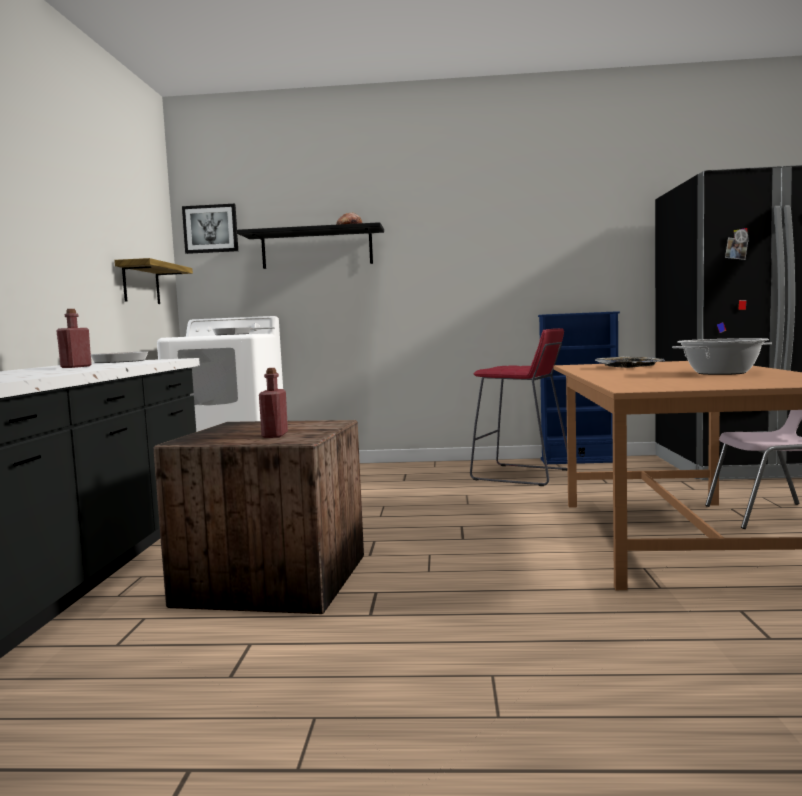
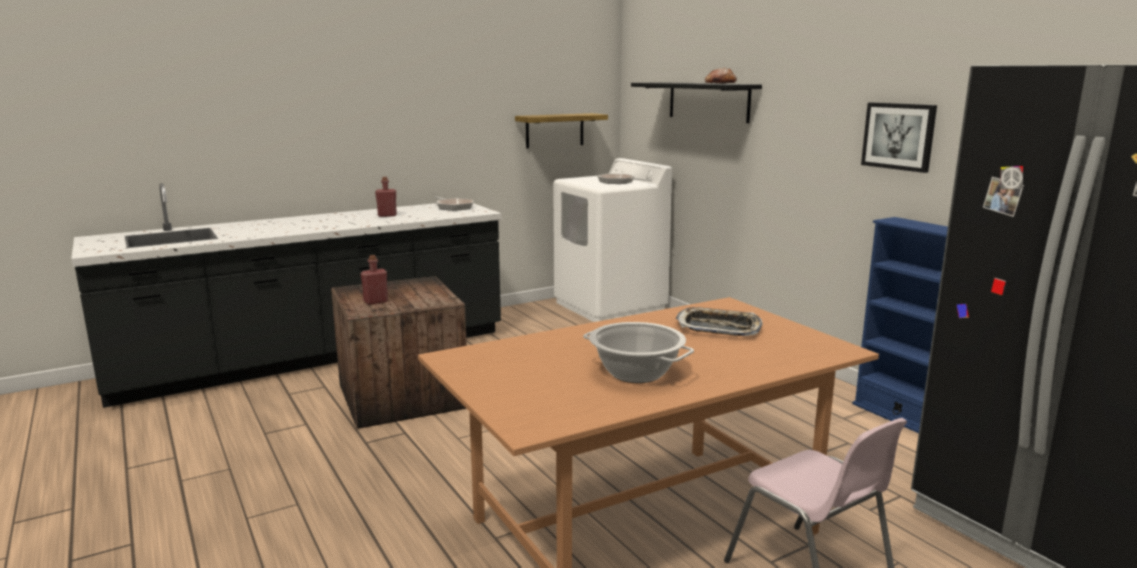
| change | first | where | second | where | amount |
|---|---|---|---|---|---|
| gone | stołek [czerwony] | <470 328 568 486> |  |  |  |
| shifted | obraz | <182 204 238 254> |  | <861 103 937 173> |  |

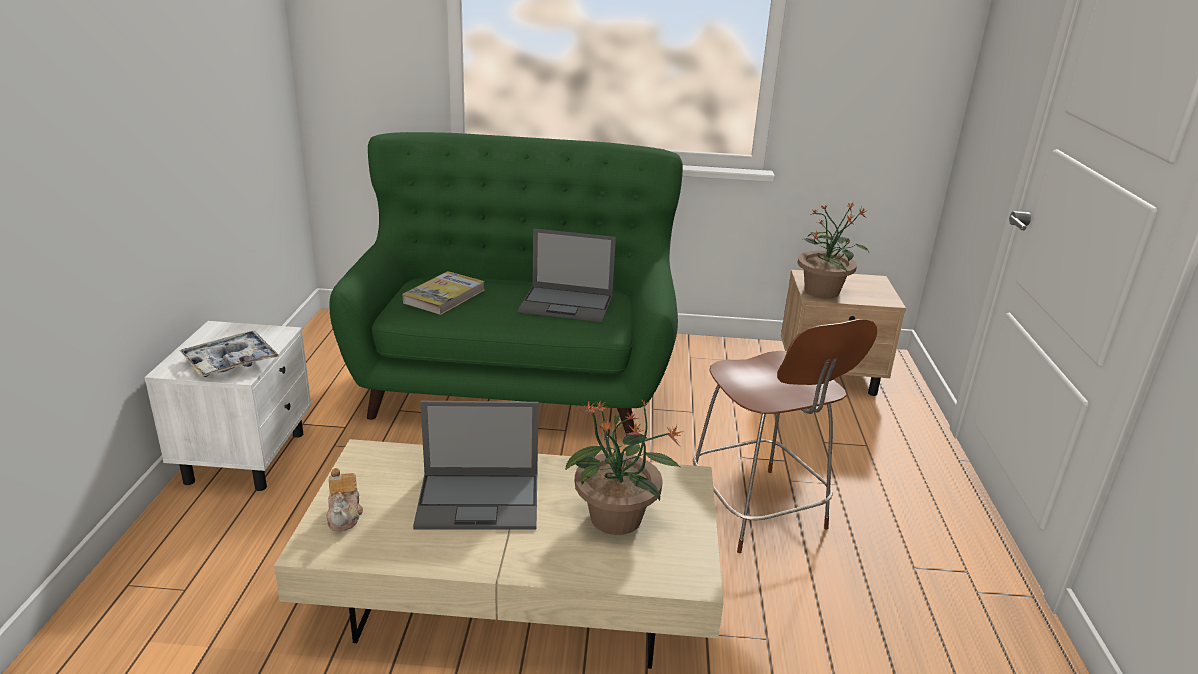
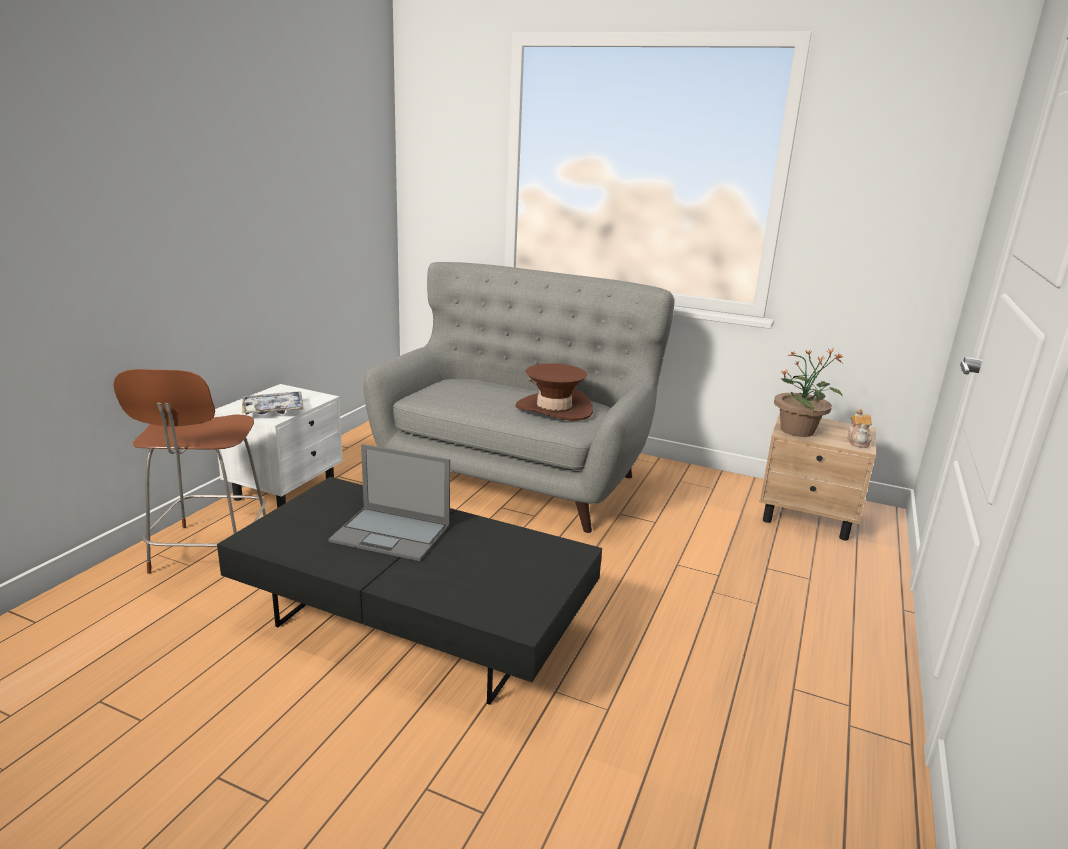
| change | first | where | second | where | amount |
|---|---|---|---|---|---|
| gone | książka | <402 271 485 315> |  |  |  |
| gone | roślina doniczkowa | <565 400 681 535> |  |  |  |
| shifted | imbryk | <326 468 363 531> |  | <847 409 872 448> |  |
| shifted | stołek [brązowy] | <693 319 877 553> |  | <113 369 266 574> |  |
| swapped | laptop | <518 229 616 322> | kapelusz [brązowy] | <515 363 593 421> |  |
| repainted | ława [beżowy] | <274 439 724 669> | ława [czarny] | <217 477 602 705> |  |
| repainted | kanapa [zielony] | <329 132 683 433> | kanapa [szary] | <364 262 674 533> |  |

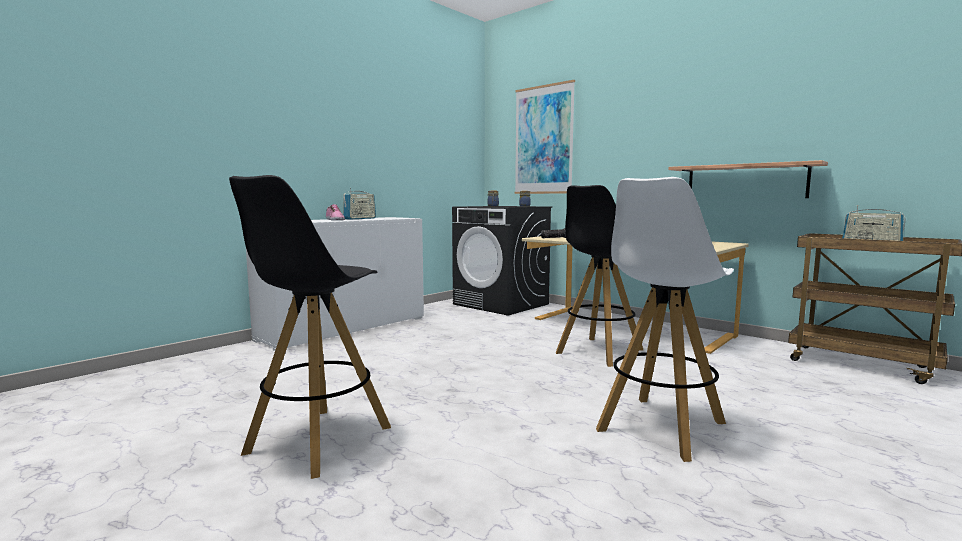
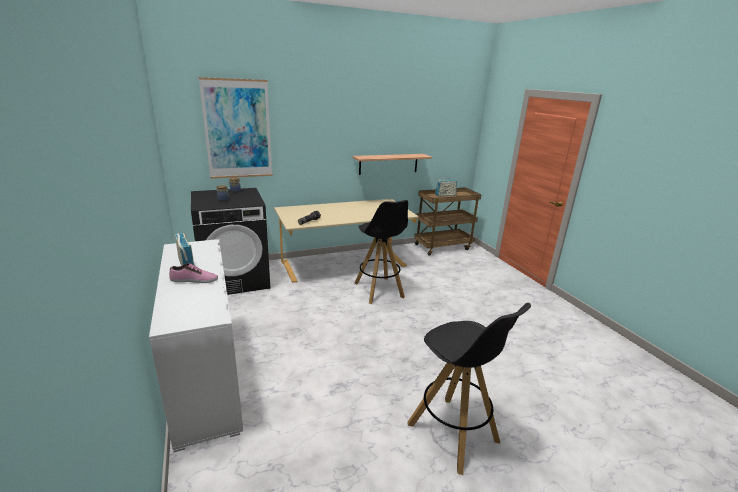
| change | first | where | second | where | amount |
|---|---|---|---|---|---|
| gone | stołek [biały] | <596 177 734 462> |  |  |  |

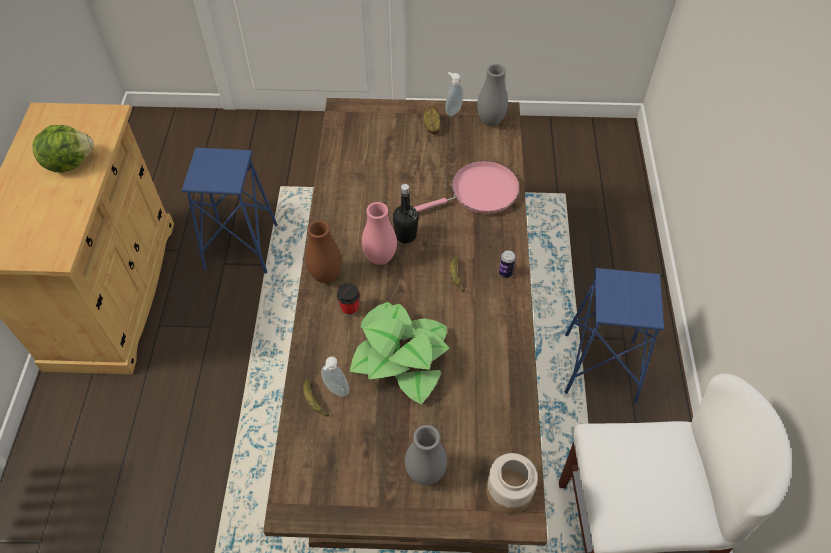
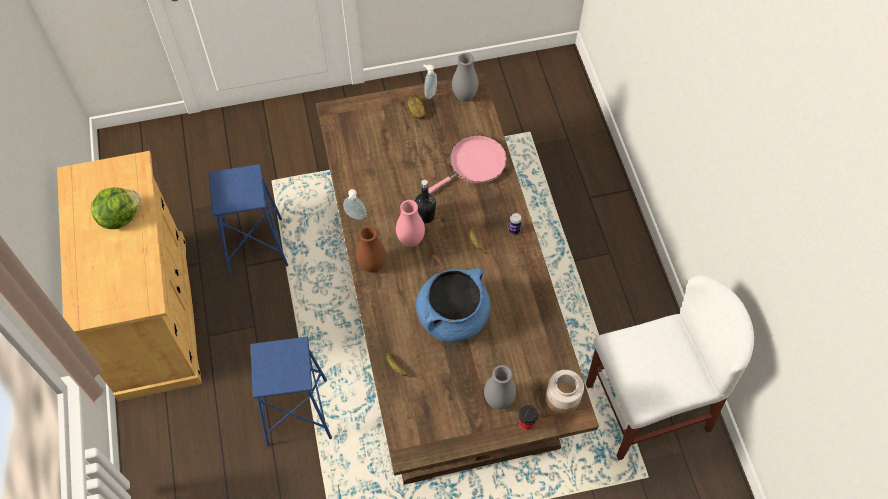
| change | first | where | second | where | amount |
|---|---|---|---|---|---|
| shifted | dozownik mydła | <321 356 349 397> |  | <343 189 366 220> |  |
| shifted | filiżanka | <337 283 360 316> |  | <518 405 538 430> |  |
| shifted | stołek [niebieski] | <565 268 664 403> |  | <250 337 332 447> |  |
| swapped | roślina doniczkowa | <350 302 449 404> | garnek [niebieski] | <416 268 490 343> |  |

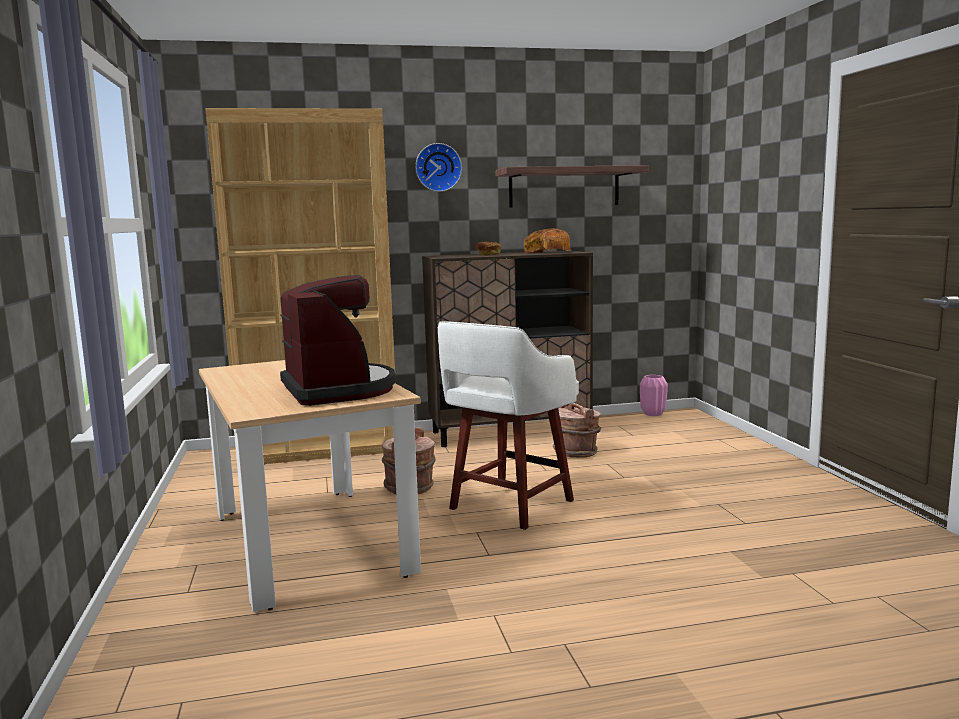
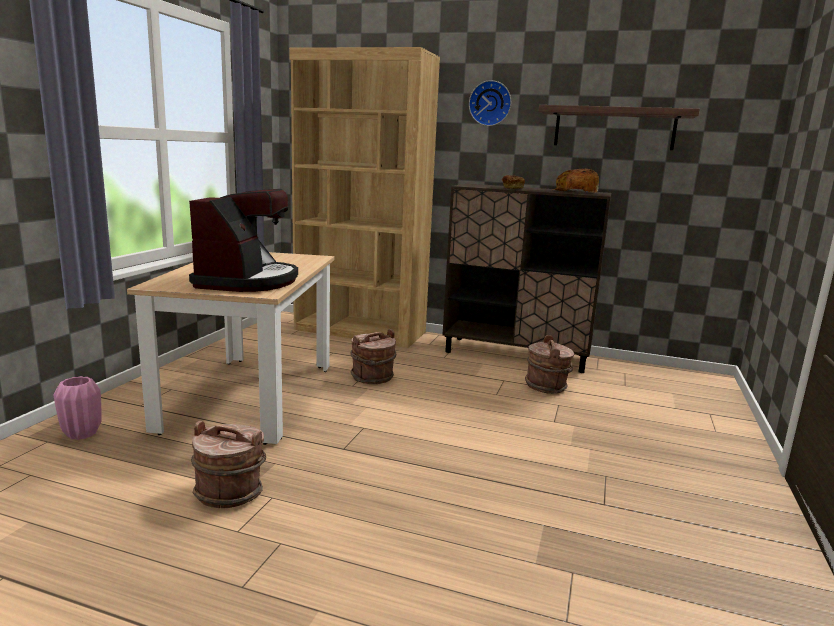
| change | first | where | second | where | amount |
|---|---|---|---|---|---|
| gone | stołek [biały] | <438 321 579 530> |  |  |  |
| new |  |  | wiadro [brązowy] | <191 421 266 508> |  |
| shifted | wazon [różowy] | <640 375 668 416> |  | <54 376 102 440> |  |

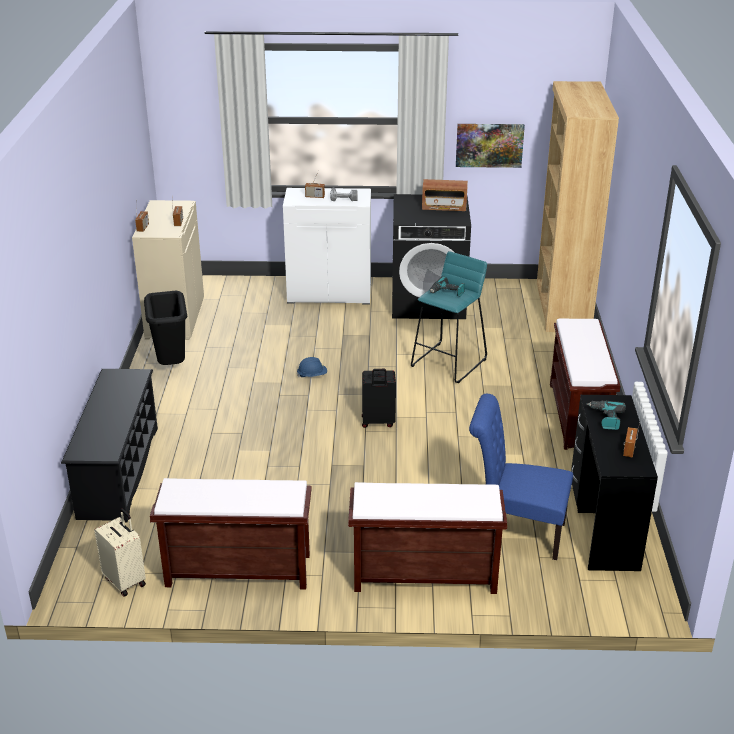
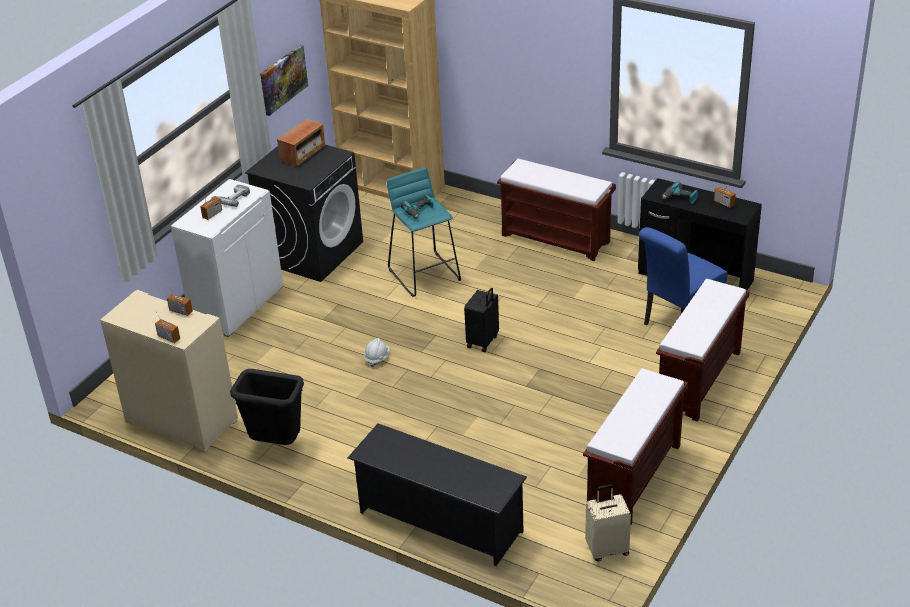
| change | first | where | second | where | amount |
|---|---|---|---|---|---|
| repainted | kask [niebieski] | <297 357 327 378> | kask [biały] | <364 338 390 367> |  |

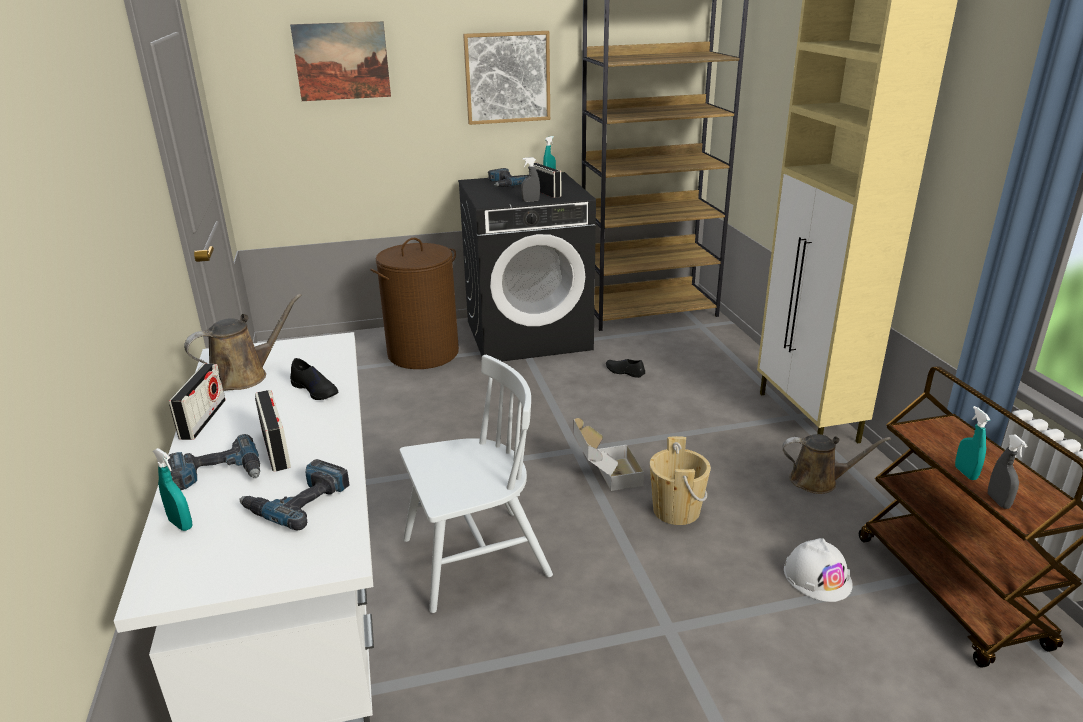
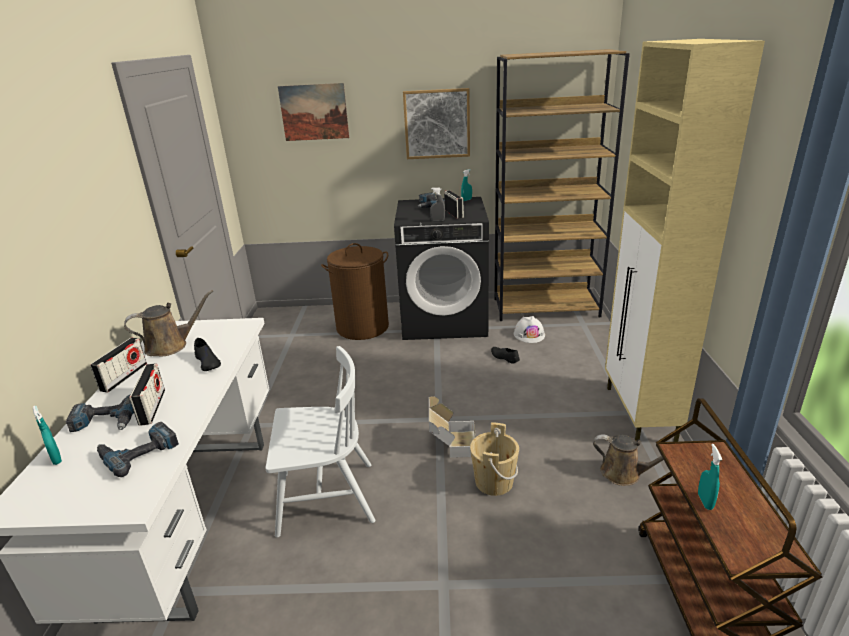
| change | first | where | second | where | amount |
|---|---|---|---|---|---|
| gone | spryskiwacz [szary] | <988 434 1028 509> |  |  |  |
| shifted | kask [biały] | <784 538 853 602> |  | <514 316 545 343> |  |

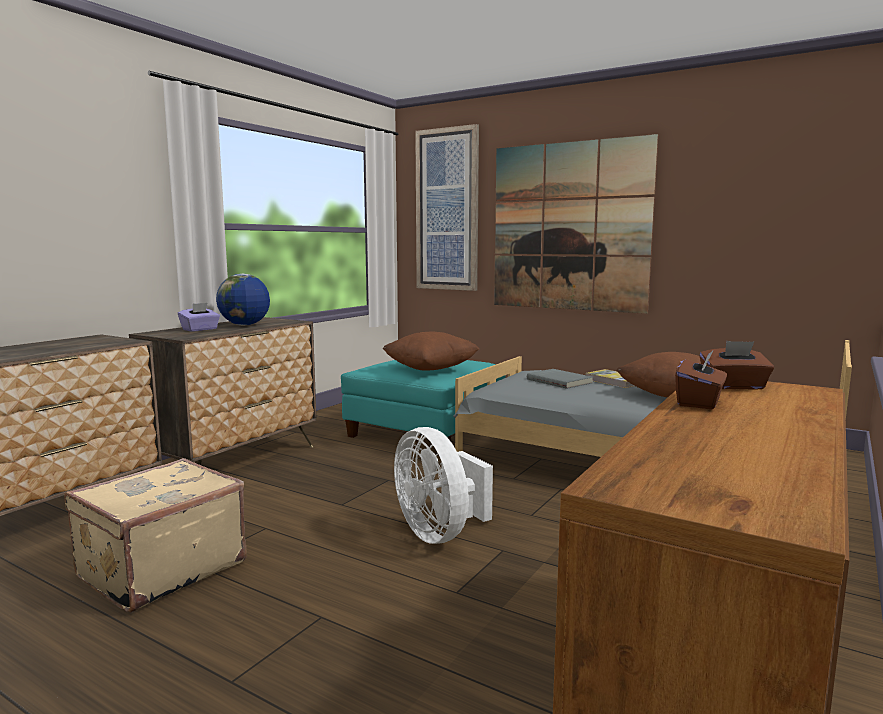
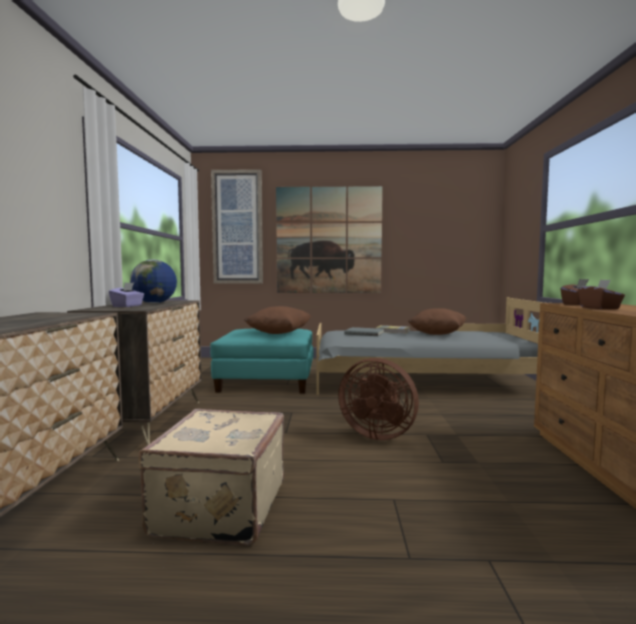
| change | first | where | second | where | amount |
|---|---|---|---|---|---|
| repainted | wentylator [biały] | <394 427 493 544> | wentylator [brązowy] | <338 358 419 440> |  |

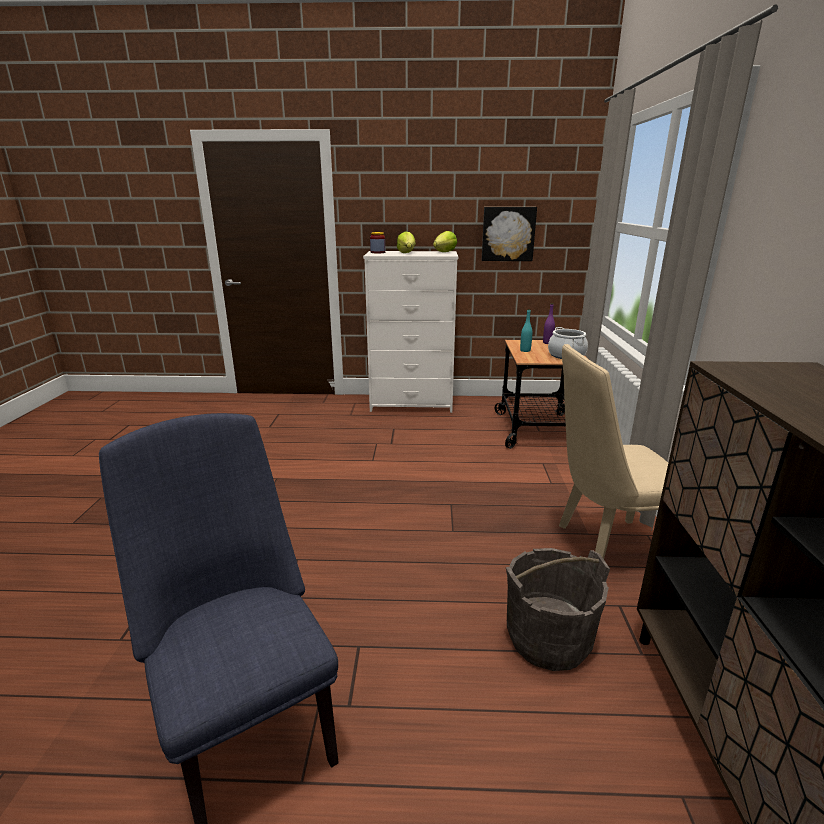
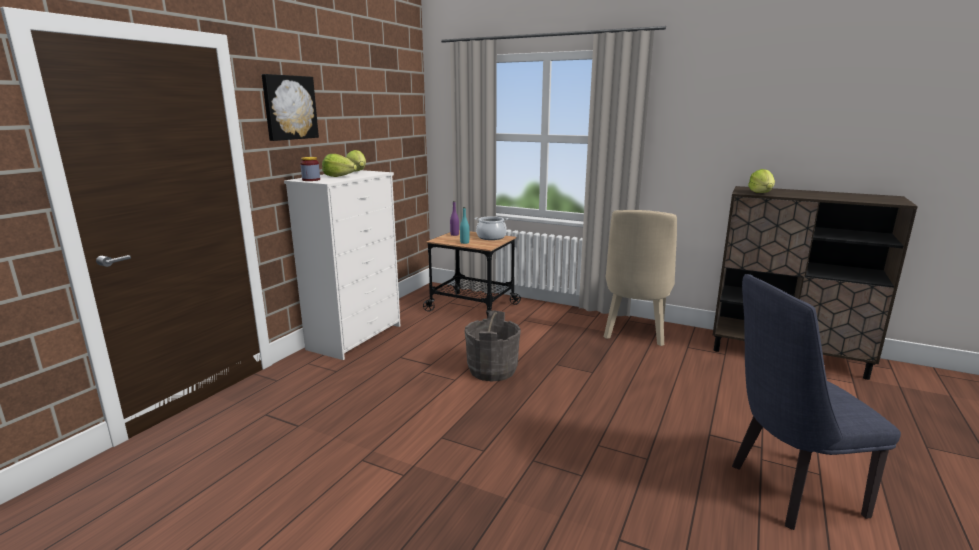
| change | first | where | second | where | amount |
|---|---|---|---|---|---|
| new |  |  | sałata | <748 169 775 193> |  |
| shifted | obraz | <482 207 537 261> |  | <262 74 319 141> |  |
| shifted | wiadro [szary] | <506 548 610 671> |  | <464 310 521 382> |  |

